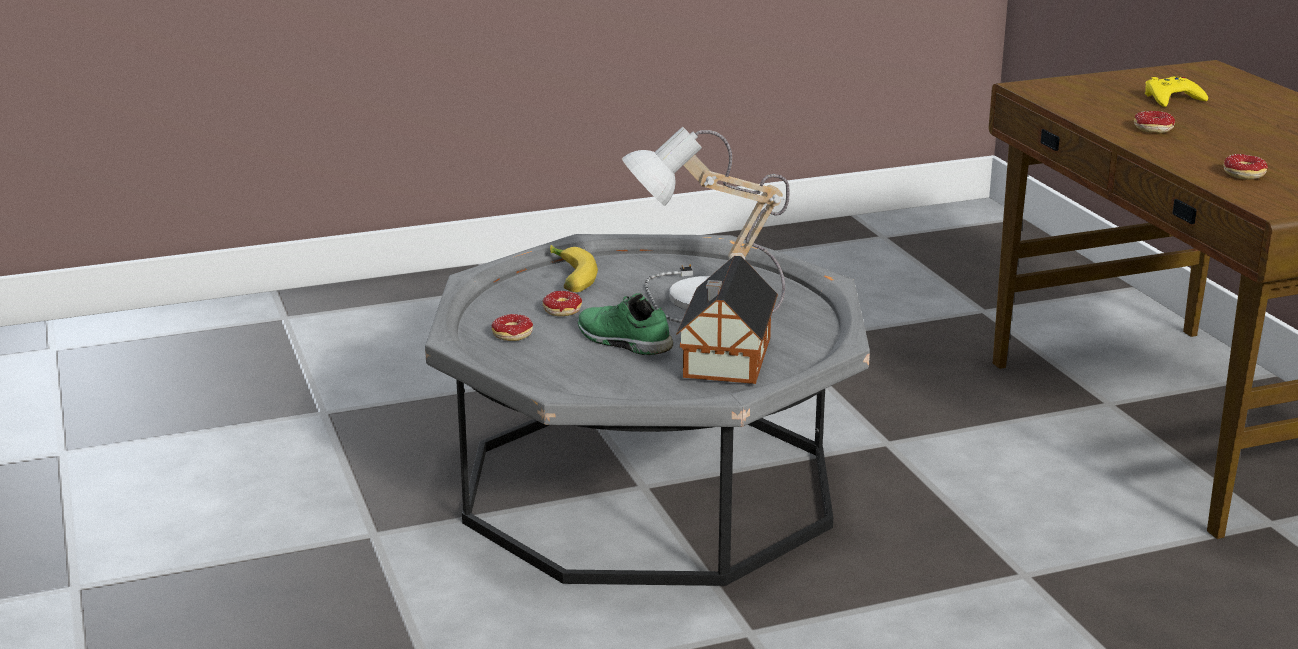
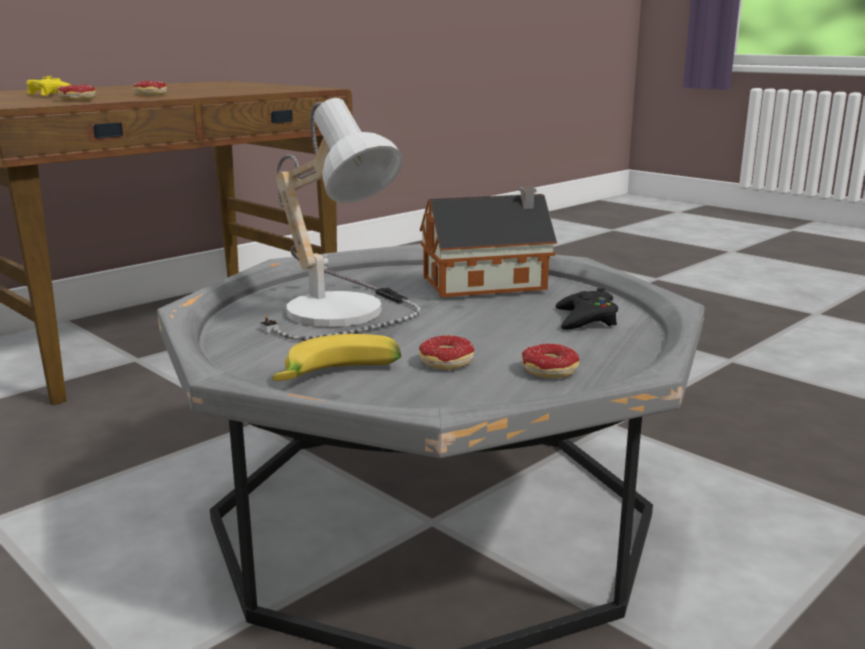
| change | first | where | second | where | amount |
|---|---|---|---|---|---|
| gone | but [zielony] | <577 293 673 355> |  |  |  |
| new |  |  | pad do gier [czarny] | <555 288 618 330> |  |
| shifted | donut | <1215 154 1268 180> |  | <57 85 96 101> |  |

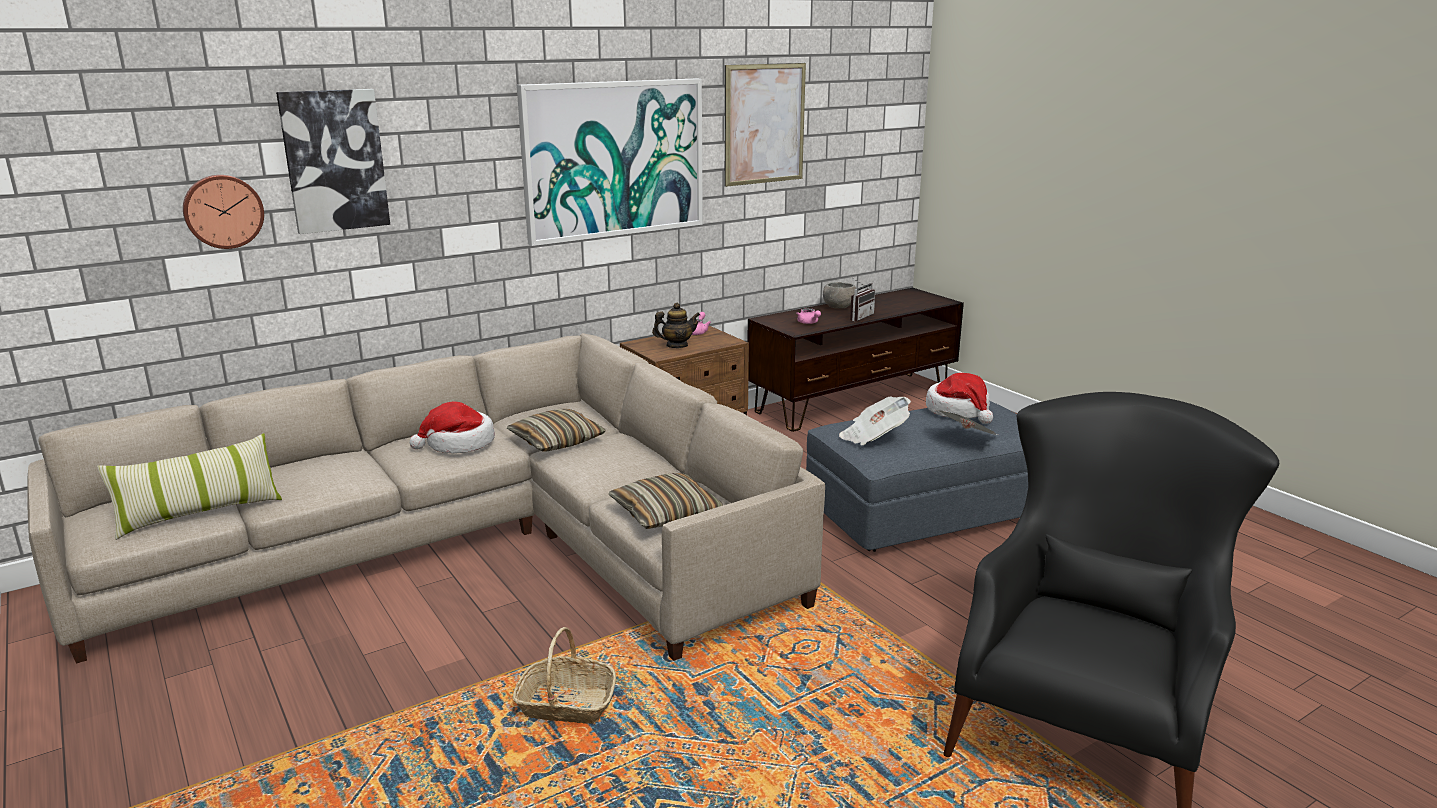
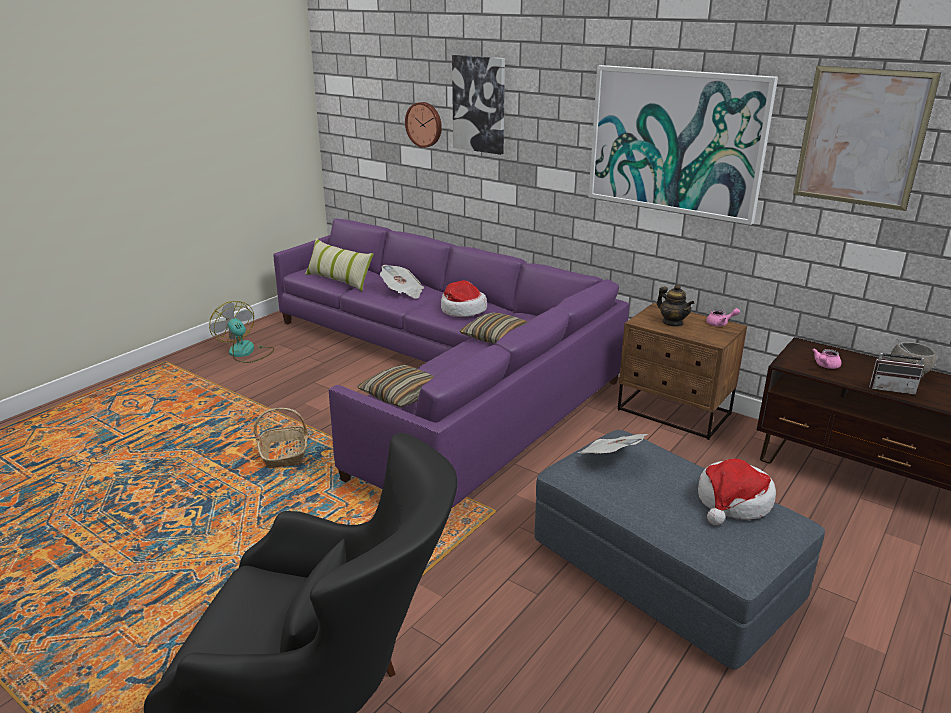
| change | first | where | second | where | amount |
|---|---|---|---|---|---|
| new |  |  | wentylator | <209 301 274 363> |  |
| shifted | gazeta | <937 410 999 435> |  | <380 265 424 299> |  |
| repainted | kanapa [beżowy] | <28 333 825 664> | kanapa [fioletowy] | <273 218 630 508> |  |

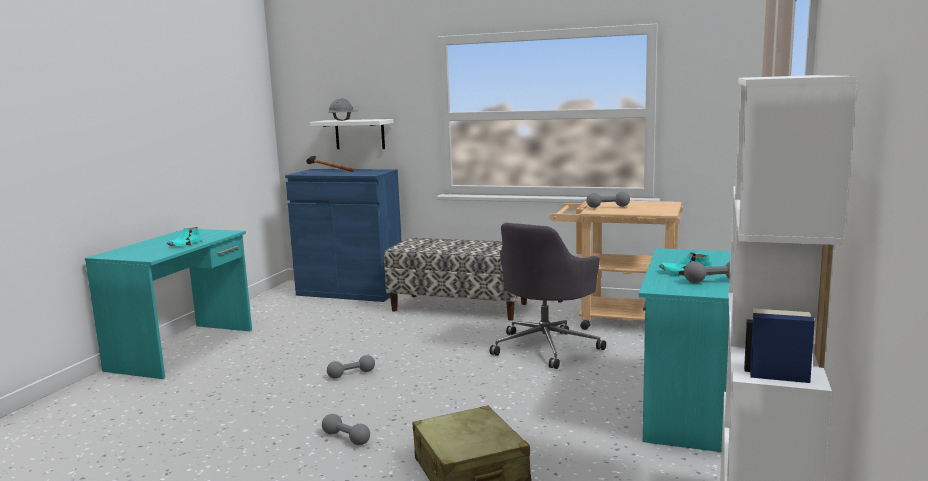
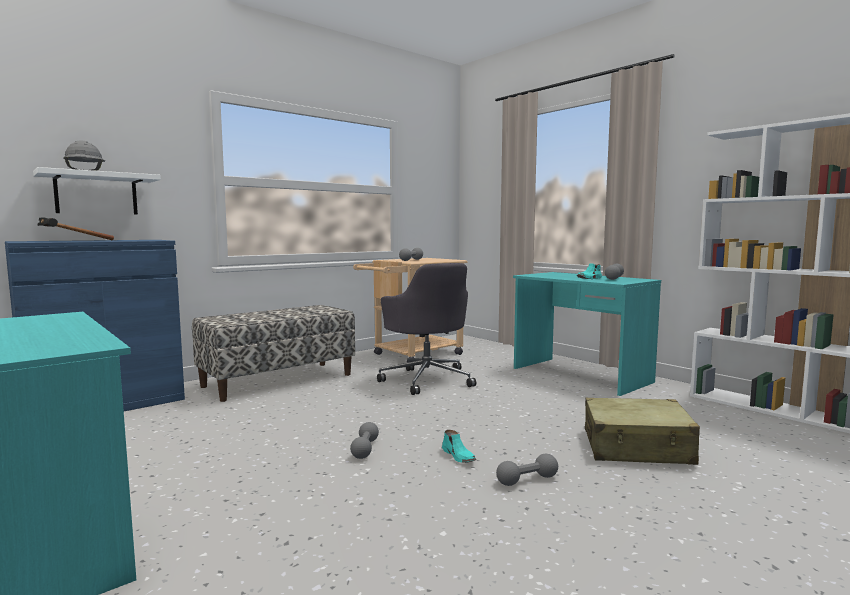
| change | first | where | second | where | amount |
|---|---|---|---|---|---|
| shifted | but [turkusowy] | <166 227 202 247> |  | <442 430 476 463> |  |

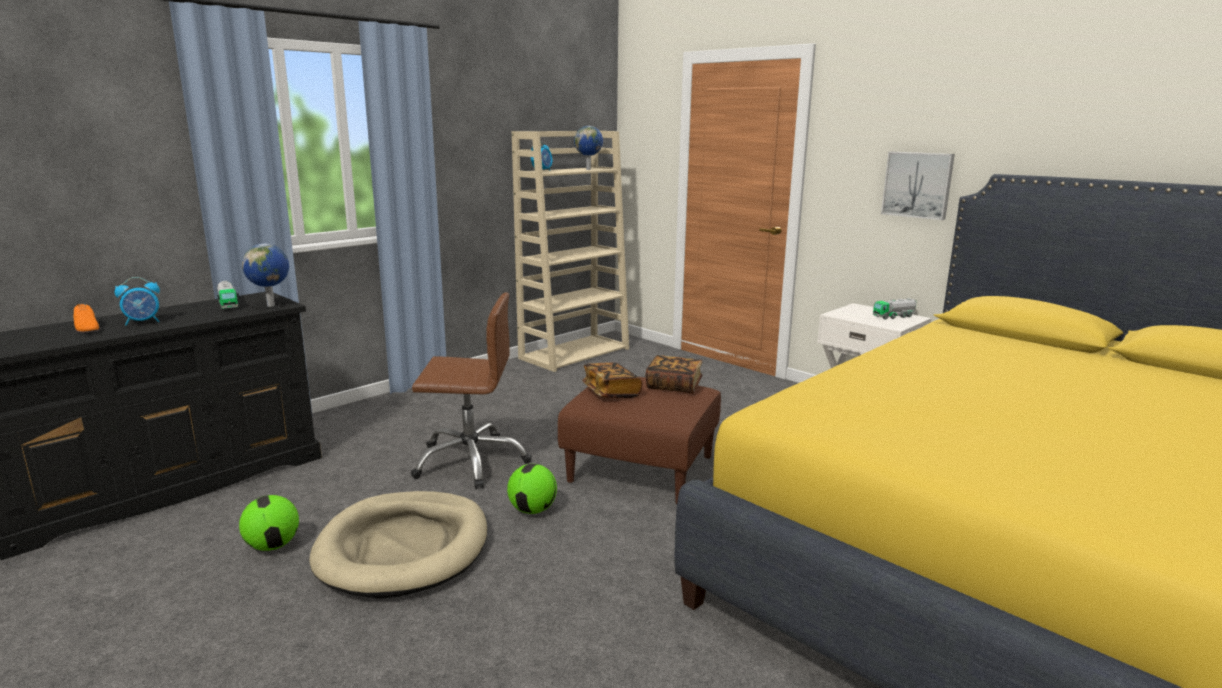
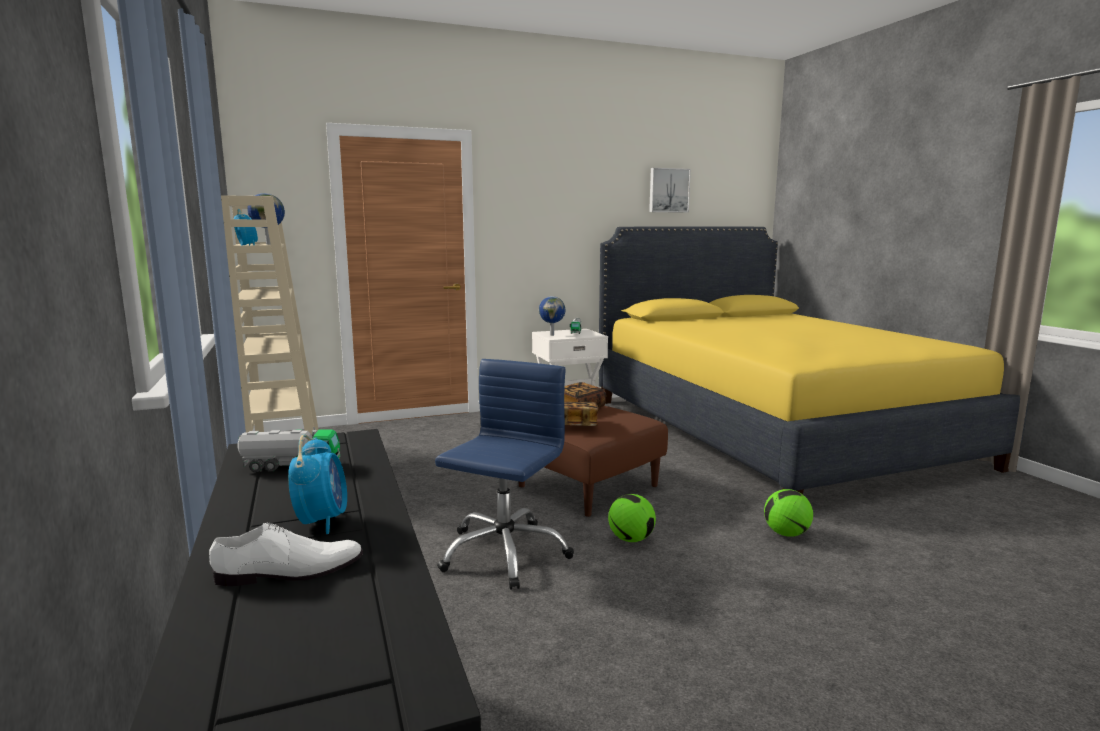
| change | first | where | second | where | amount |
|---|---|---|---|---|---|
| gone | legowisko [beżowy] | <310 491 487 598> |  |  |  |
| shifted | piłka futbolowa | <239 495 299 551> |  | <764 489 813 537> |  |
| shifted | globus | <242 244 289 307> |  | <539 296 565 336> |  |
| shifted | obraz | <881 152 955 220> |  | <649 168 691 213> |  |
| repainted | but [pomarańczowy] | <73 304 100 333> | but [biały] | <209 522 363 586> |  |
| repainted | krzesło biurowe [brązowy] | <410 292 532 489> | krzesło biurowe [niebieski] | <435 359 574 590> |  |

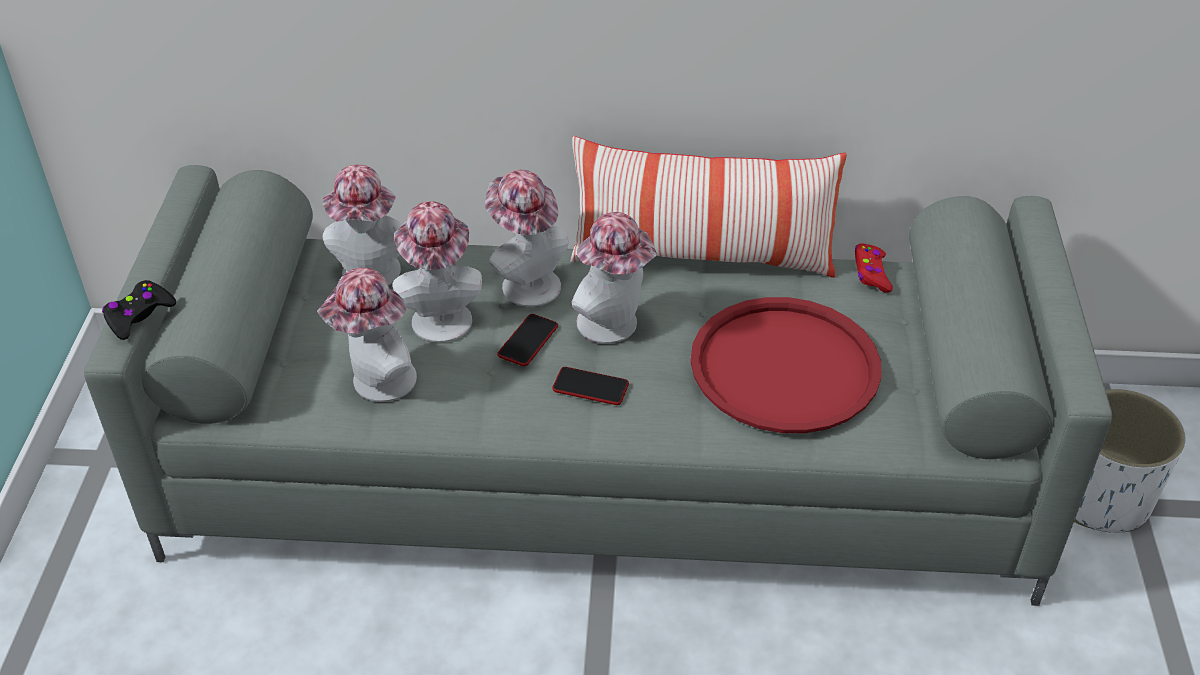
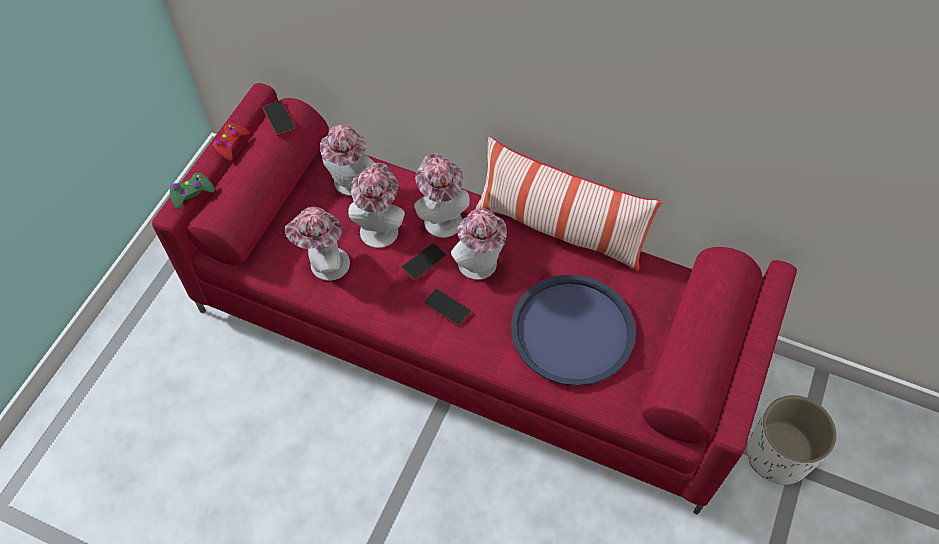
| change | first | where | second | where | amount |
|---|---|---|---|---|---|
| new |  |  | telefon | <263 100 296 136> |  |
| shifted | pad do gier [czerwony] | <855 243 893 293> |  | <212 123 250 161> |  |
| repainted | kanapa [szary] | <84 165 1112 606> | kanapa [czerwony] | <152 83 797 515> |  |
| repainted | pad do gier [czarny] | <102 280 176 340> | pad do gier [zielony] | <169 172 215 209> |  |
| repainted | taca [czerwony] | <691 297 882 433> | taca [niebieski] | <511 275 636 386> |  |

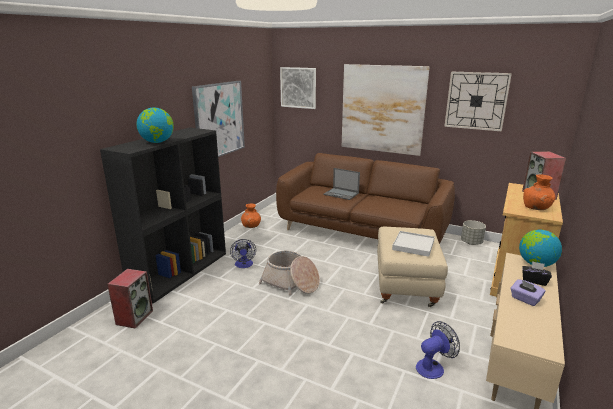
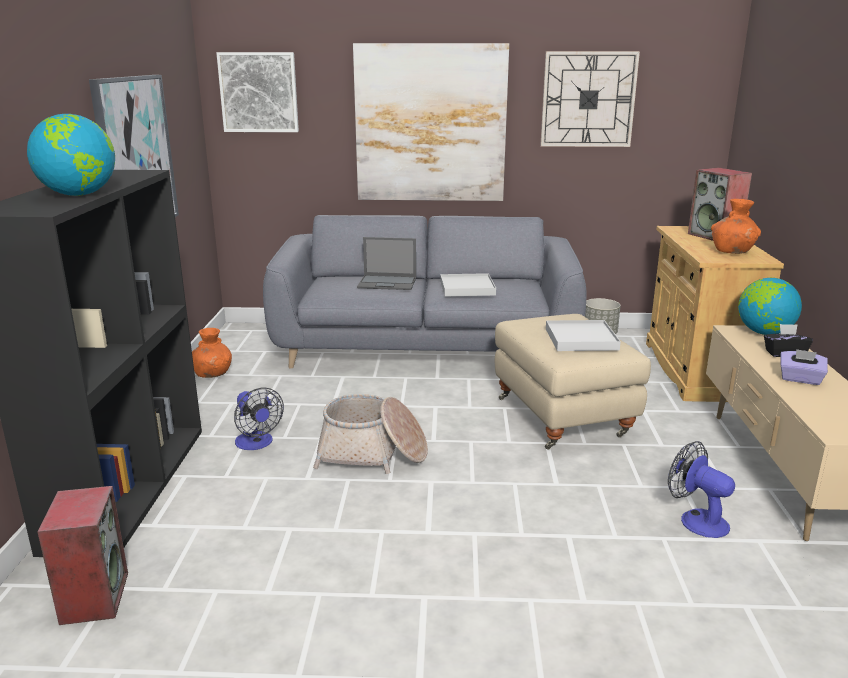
| change | first | where | second | where | amount |
|---|---|---|---|---|---|
| new |  |  | taca [biały] | <440 273 496 296> |  |
| repainted | kanapa [brązowy] | <276 153 455 244> | kanapa [szary] | <263 215 586 368> |  |
| rotated | wentylator | <416 321 460 379> |  | <668 441 735 538> | 75 degrees counterclockwise |

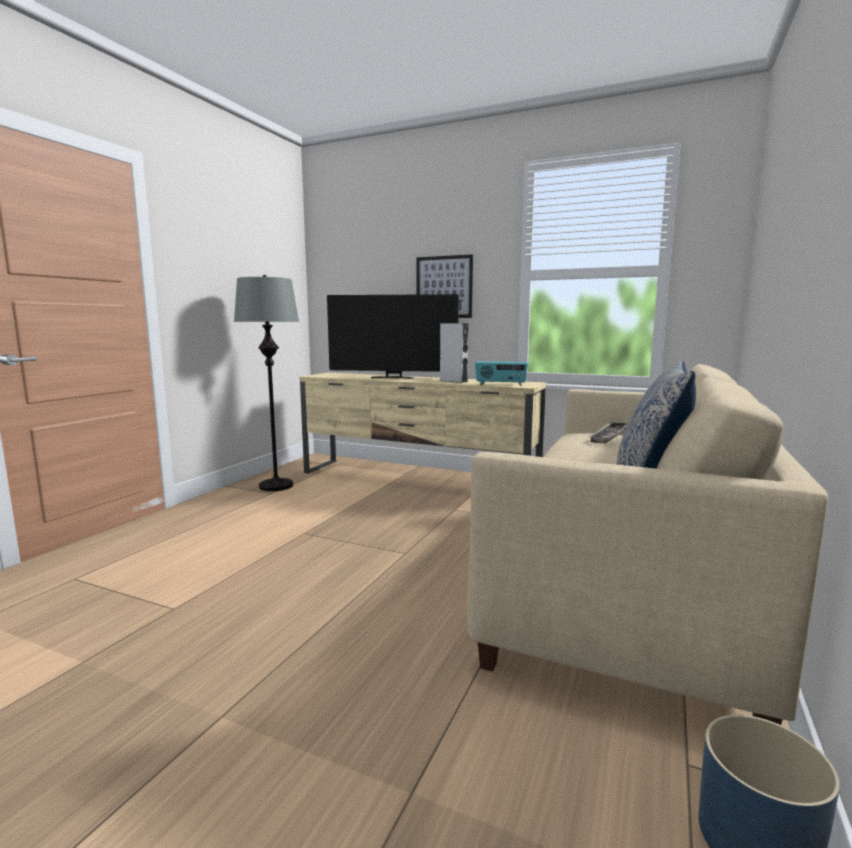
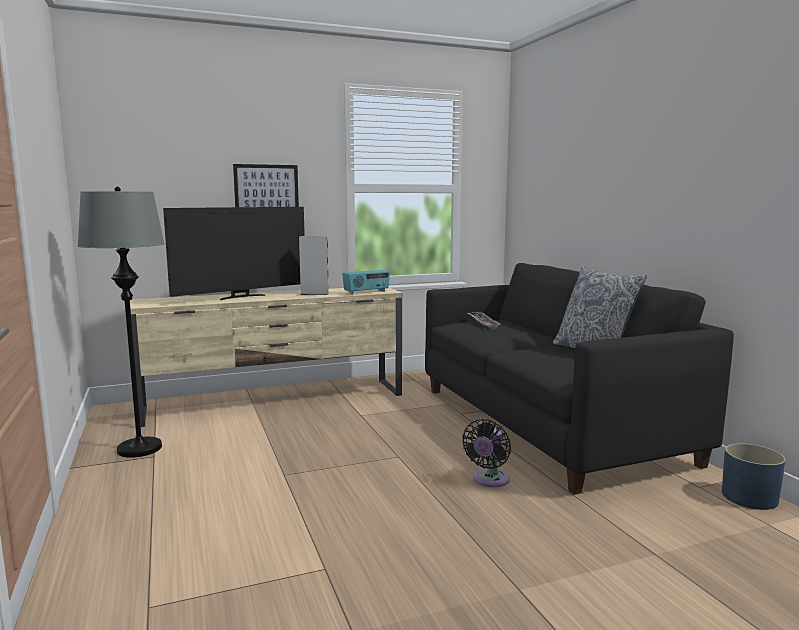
| change | first | where | second | where | amount |
|---|---|---|---|---|---|
| new |  |  | wentylator [czarny] | <462 419 511 487> |  |
| repainted | kanapa [beżowy] | <467 364 828 725> | kanapa [czarny] | <425 263 734 495> |  |

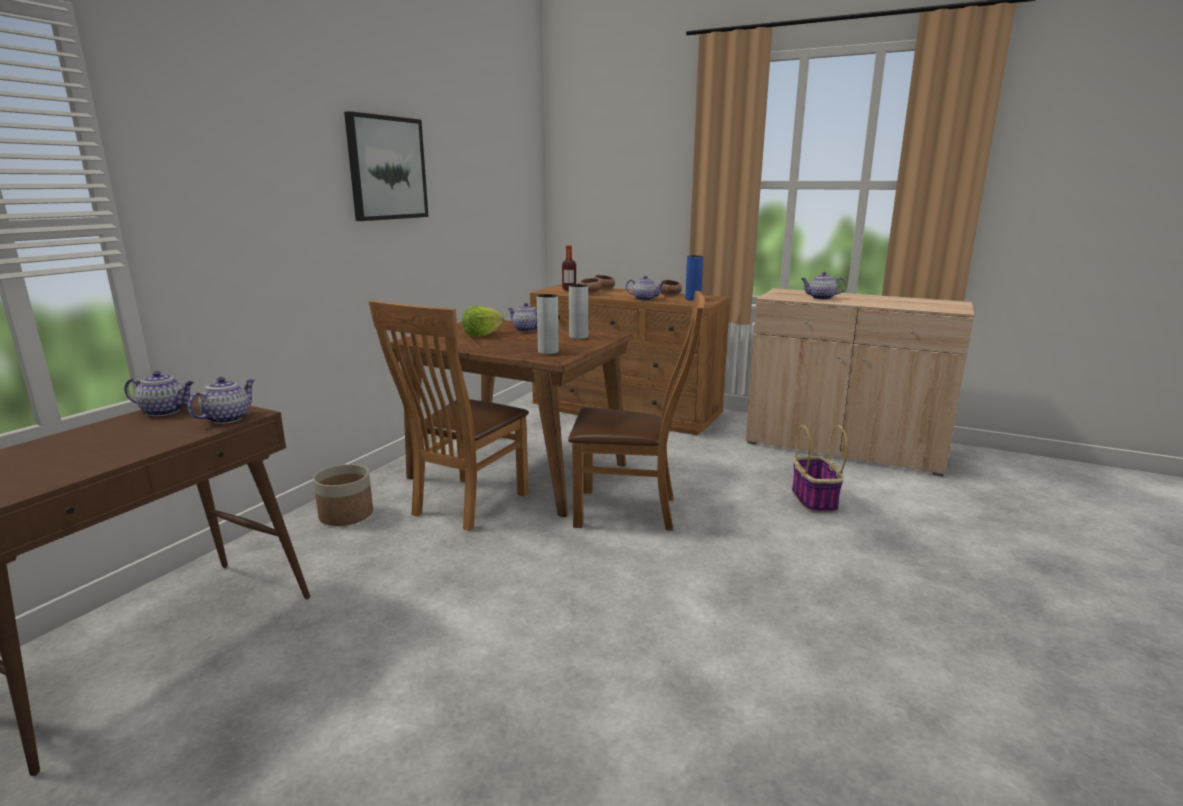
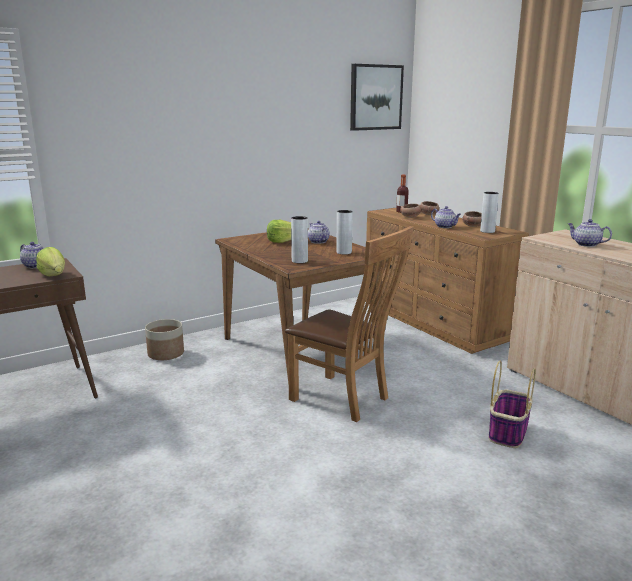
| change | first | where | second | where | amount |
|---|---|---|---|---|---|
| gone | krzesło [brązowy] | <369 300 529 531> |  |  |  |
| shifted | obraz | <344 111 429 221> |  | <350 64 404 131> |  |
| swapped | imbryk | <188 377 255 424> | sałata | <36 247 65 276> |  |
| repainted | wazon [niebieski] | <685 255 703 301> | wazon [szary] | <480 192 499 233> |  |

